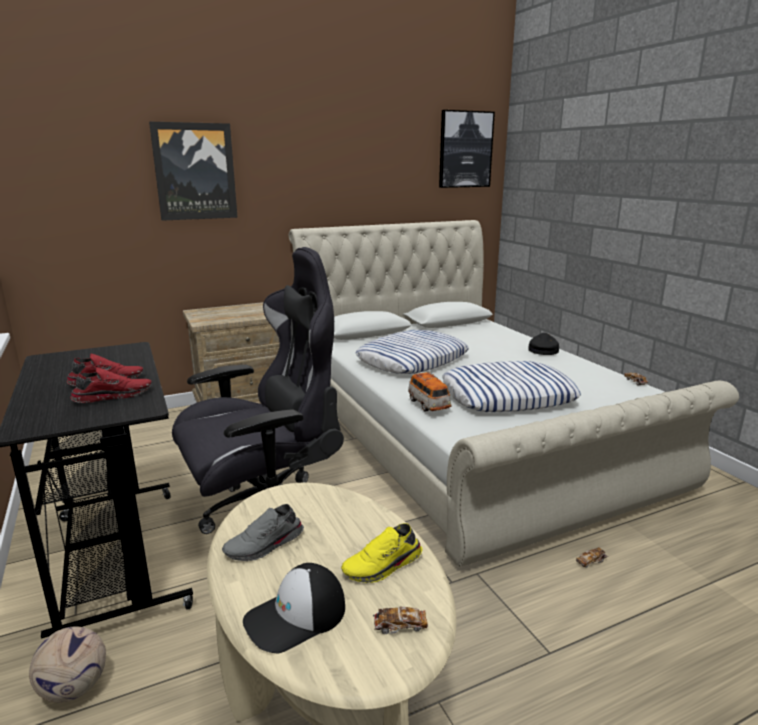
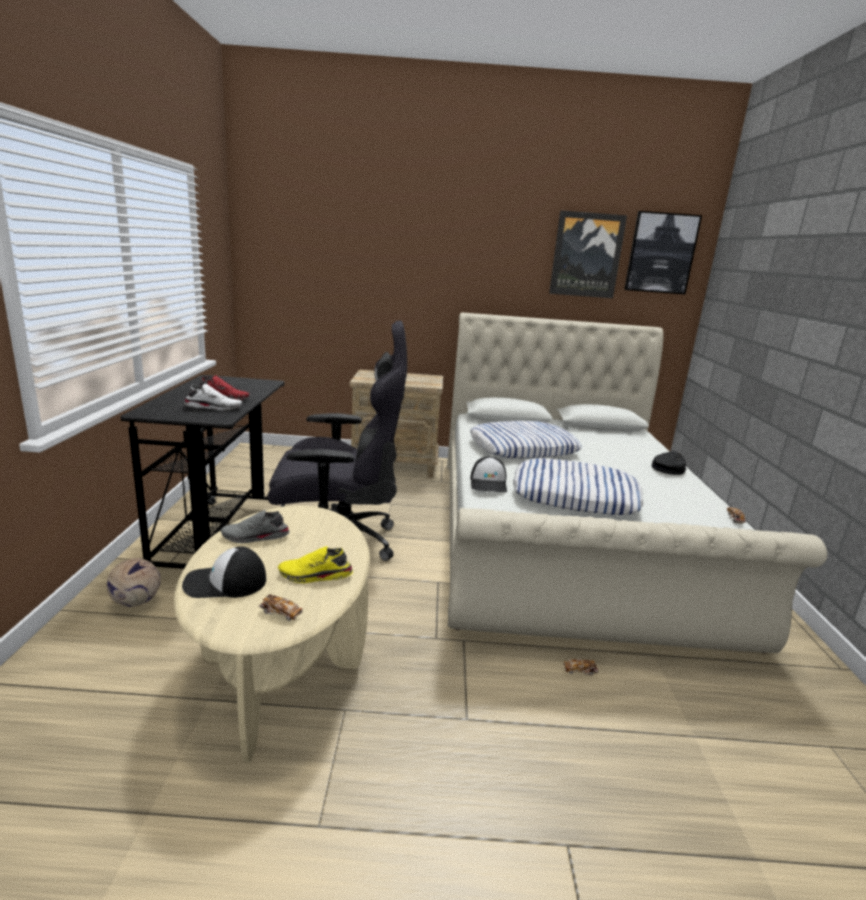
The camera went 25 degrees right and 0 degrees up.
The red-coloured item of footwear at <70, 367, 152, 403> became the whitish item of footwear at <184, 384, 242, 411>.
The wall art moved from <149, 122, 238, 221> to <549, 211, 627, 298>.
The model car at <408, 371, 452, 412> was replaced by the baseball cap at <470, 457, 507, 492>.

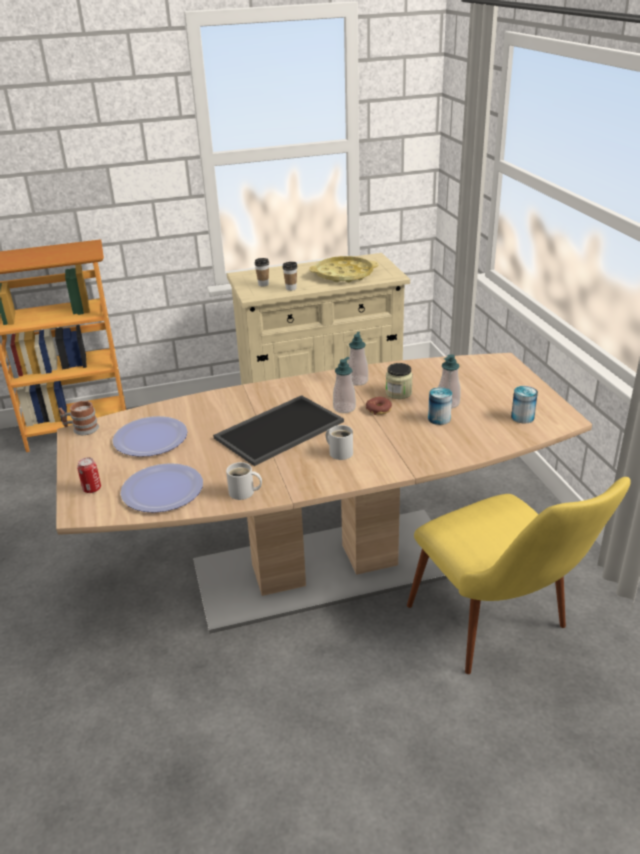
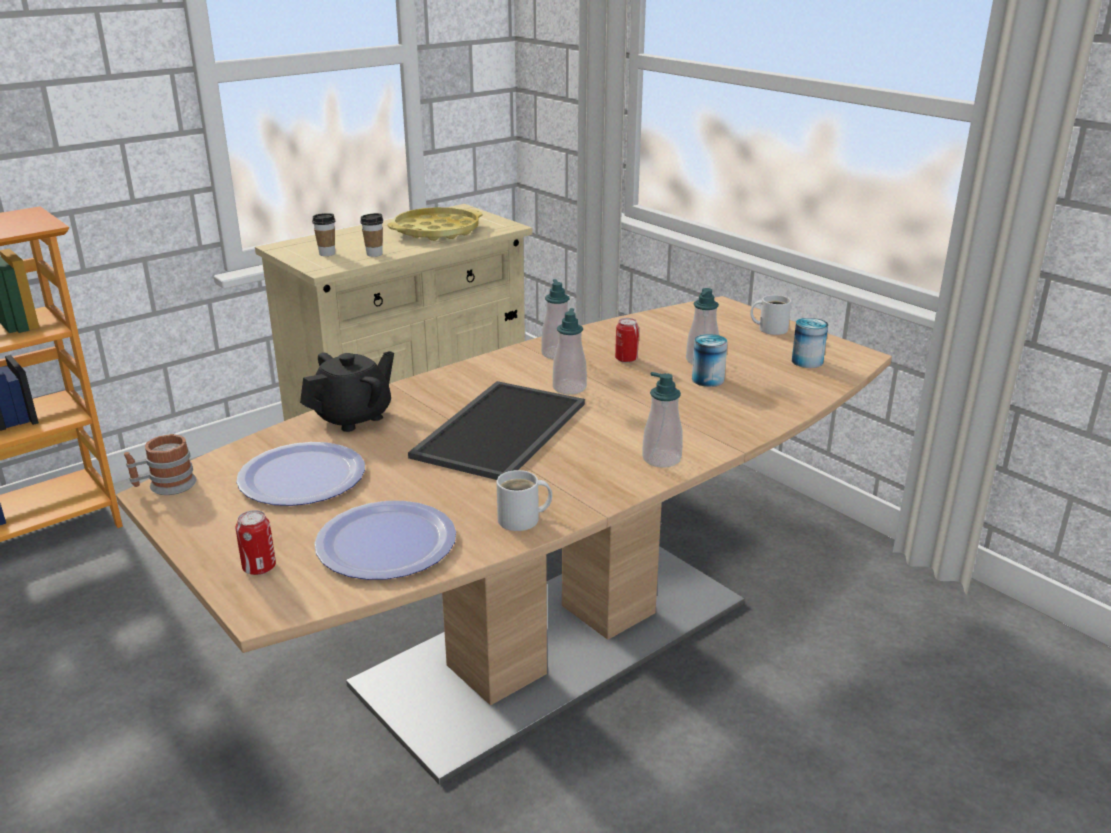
The camera went 25 degrees left and 5 degrees down.
The whitish tea mug moved from <326, 425, 353, 460> to <750, 295, 791, 335>.
The donut at <366, 397, 392, 415> disappeared.
The storage jar at <386, 363, 413, 399> was replaced by the metal can at <615, 318, 639, 363>.
The yellow-coloured plain chair at <407, 477, 631, 674> disappeared.
The black-coloured tea pot at <300, 351, 394, 432> appeared.
The liquid soap bottle at <642, 372, 683, 468> appeared.

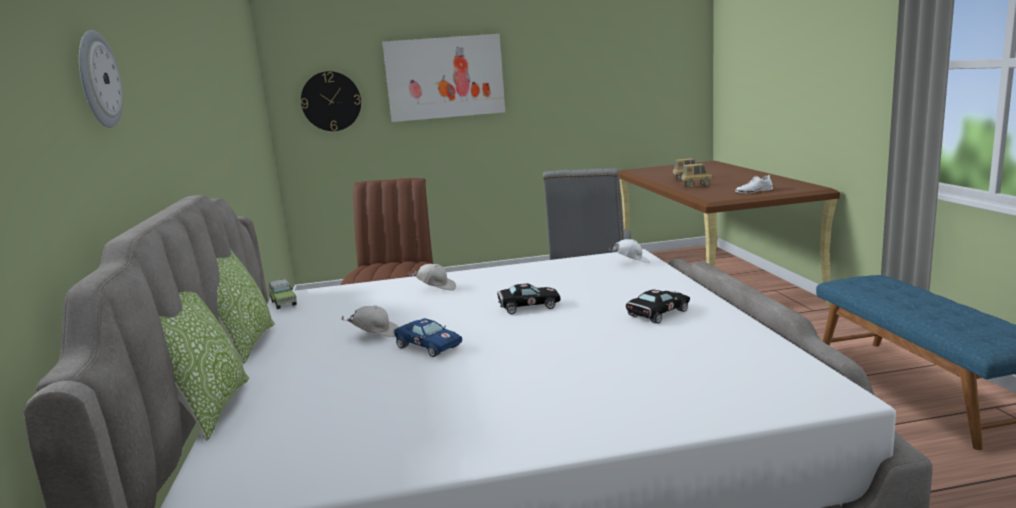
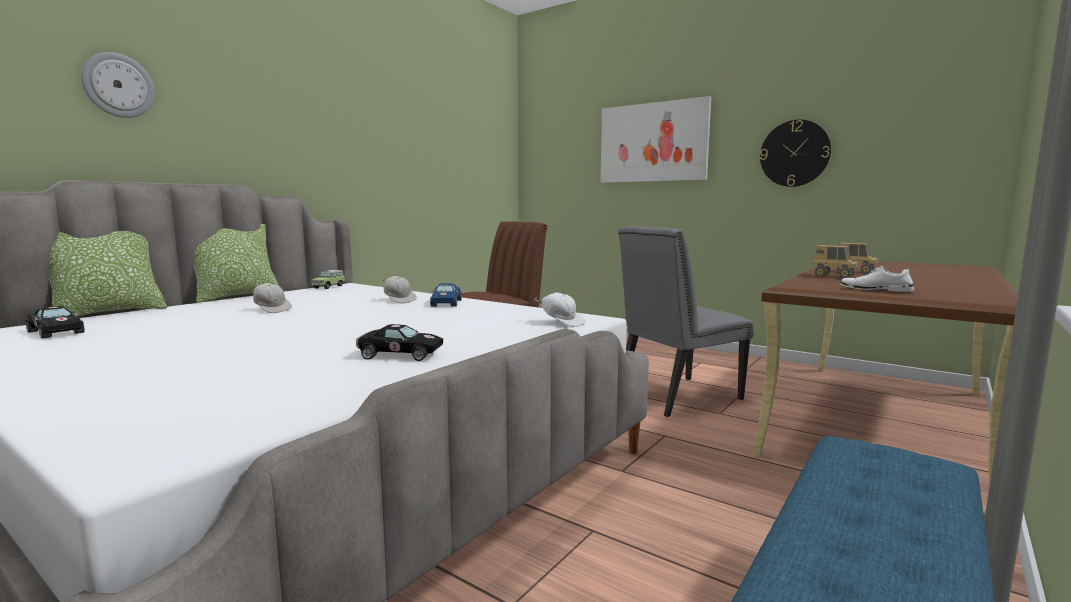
The camera went 45 degrees right and 5 degrees down.
The clock on the wall moved from <301, 71, 361, 131> to <760, 119, 831, 187>.
The blue model car moved from <394, 318, 462, 357> to <430, 283, 462, 307>.
The black-coloured model car moved from <497, 283, 560, 314> to <25, 306, 85, 339>.

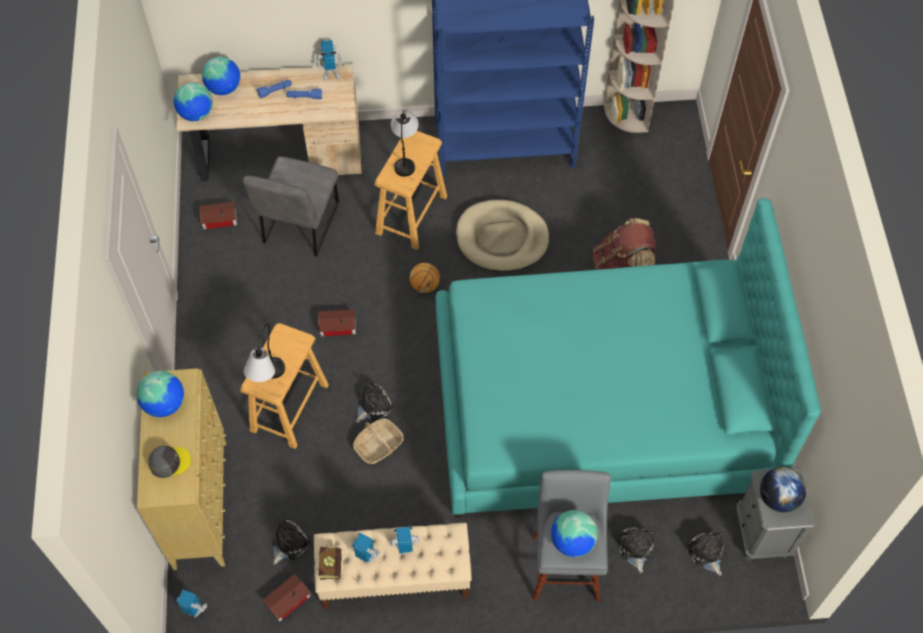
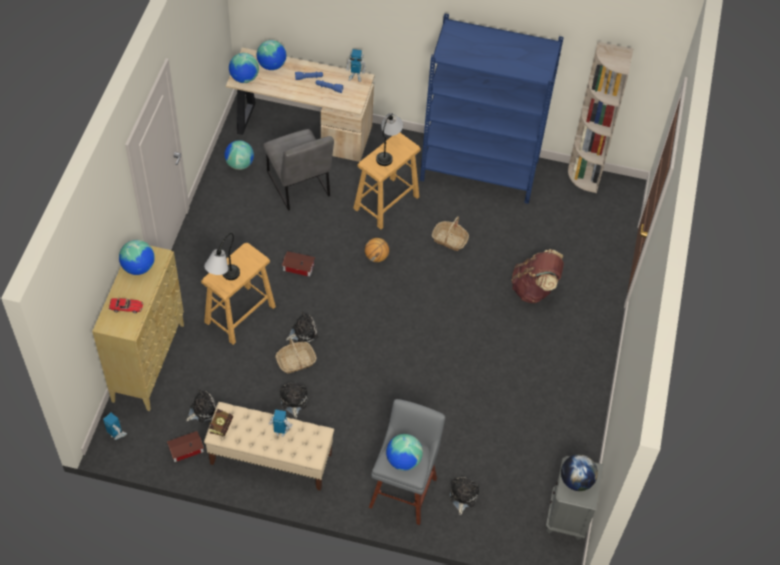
The camera went 15 degrees right and 5 degrees down.
The grey baseball cap at <148, 446, 191, 478> was replaced by the model car at <109, 298, 143, 313>.
The miniature house at <200, 201, 237, 229> was replaced by the desk globe at <224, 140, 254, 170>.
The grey plain chair at <243, 156, 339, 256> turned 60 degrees counterclockwise.
The robot figure at <351, 533, 381, 564> disappeared.
The turquoise-coloured bedroom bed at <435, 198, 821, 518> disappeared.
The sand-coloured dog bed at <456, 200, 549, 272> was replaced by the household basket at <432, 216, 469, 251>.
The plush toy moved from <687, 532, 726, 576> to <280, 383, 308, 419>.

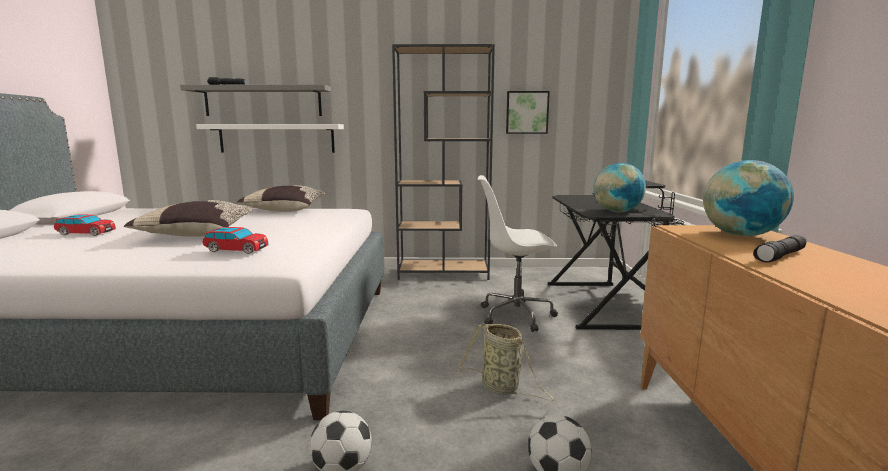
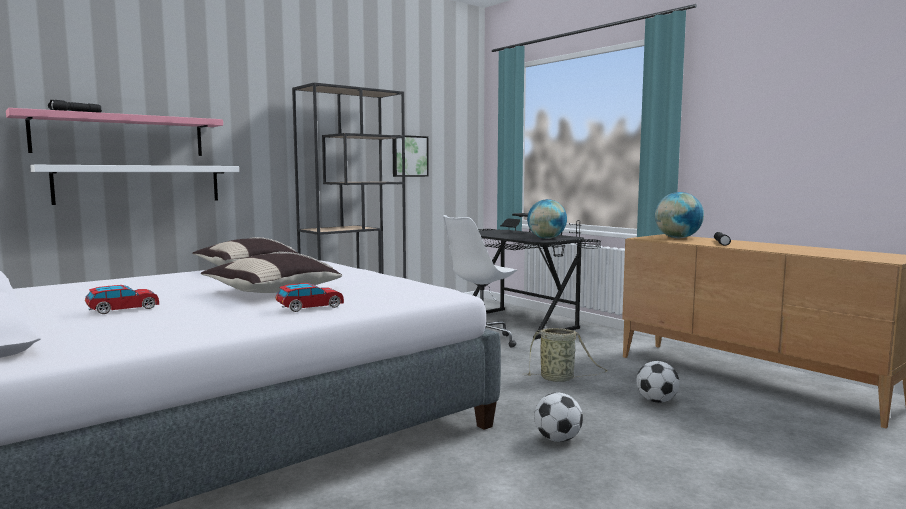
The camera went 40 degrees left and 5 degrees down.
The grey bracket shelf at <180, 85, 331, 116> became the pink-coloured bracket shelf at <6, 108, 223, 156>.
The model car moved from <202, 227, 268, 254> to <276, 283, 344, 312>.

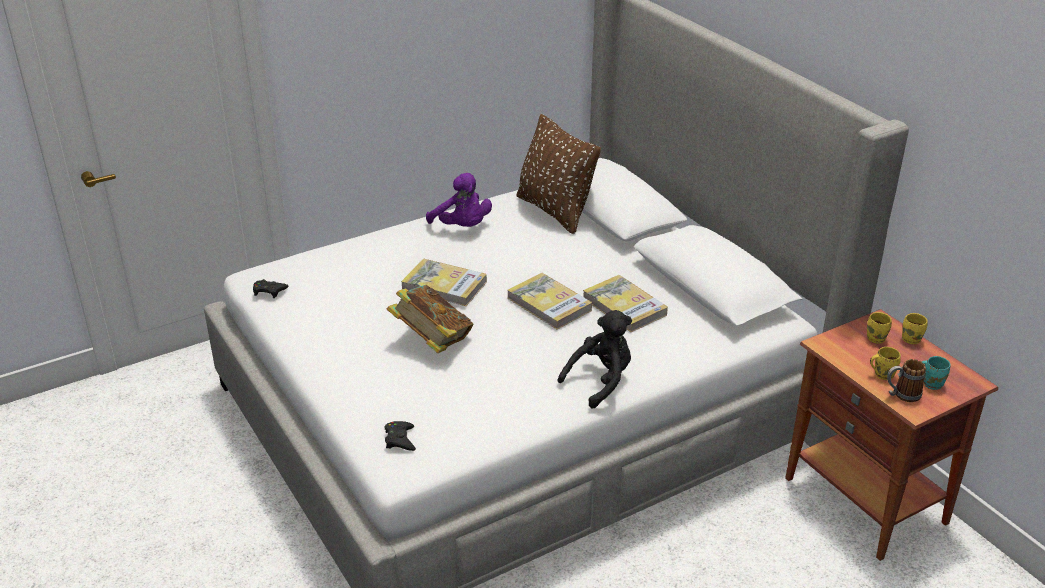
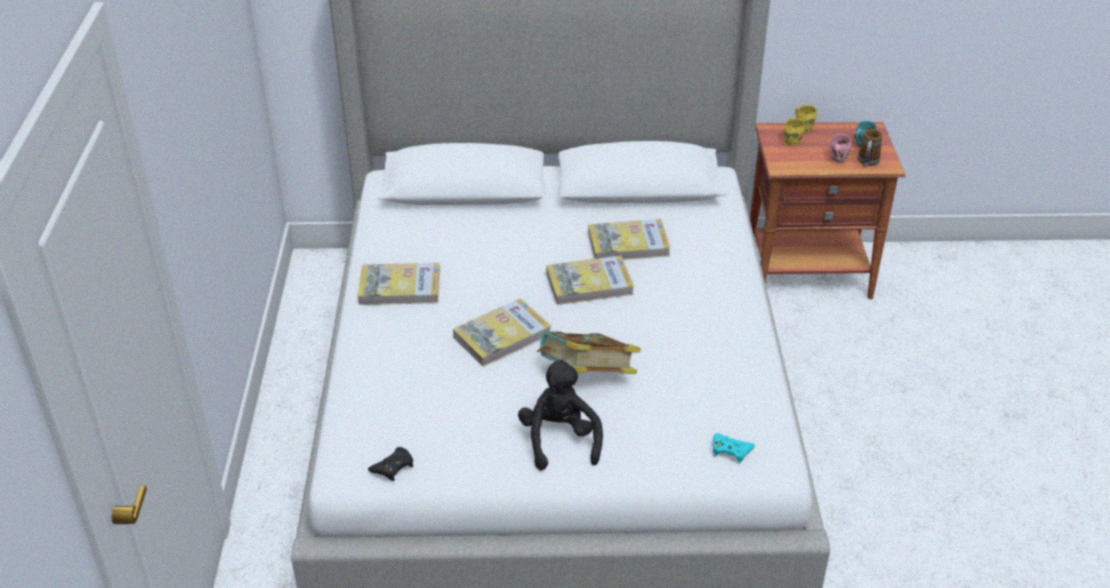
The camera went 60 degrees left and 5 degrees up.
The black-coloured joypad at <385, 421, 416, 451> became the turquoise-coloured joypad at <713, 433, 755, 464>.
The purple plush toy at <426, 173, 492, 227> was replaced by the book at <358, 263, 440, 305>.
The brown cushion at <517, 114, 601, 234> disappeared.
The black-coloured plush toy moved from <557, 310, 632, 409> to <518, 359, 603, 470>.
The yellow-coloured tea mug at <870, 347, 901, 380> became the pink-coloured tea mug at <830, 135, 851, 163>.

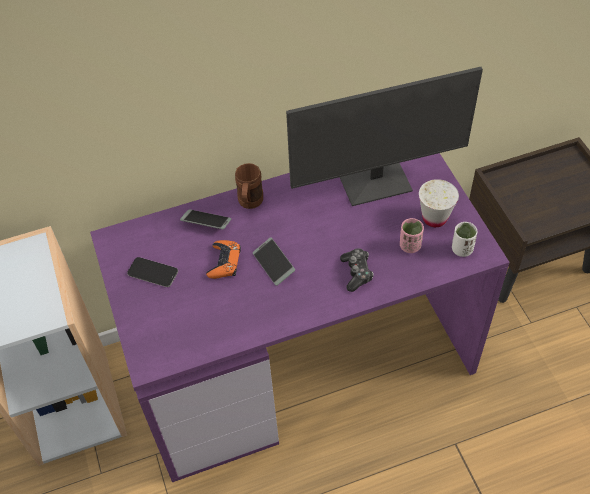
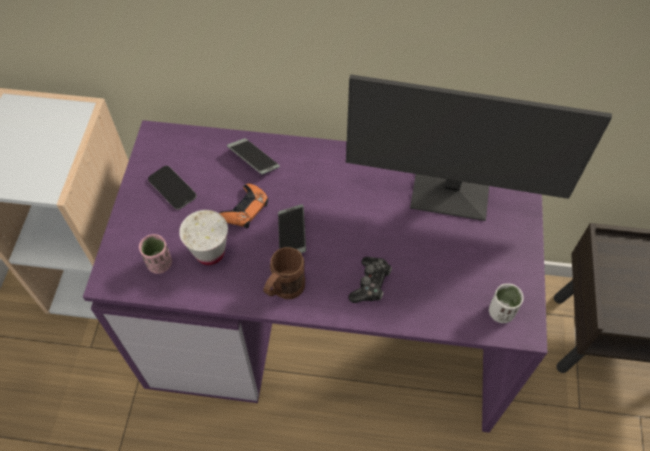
The camera went 25 degrees right and 5 degrees up.
The brown tea mug moved from <235, 163, 263, 209> to <263, 247, 305, 299>.
The pink-coloured cup moved from <400, 218, 424, 253> to <139, 234, 172, 274>.
The whitish cup moved from <419, 179, 459, 227> to <179, 210, 228, 265>.

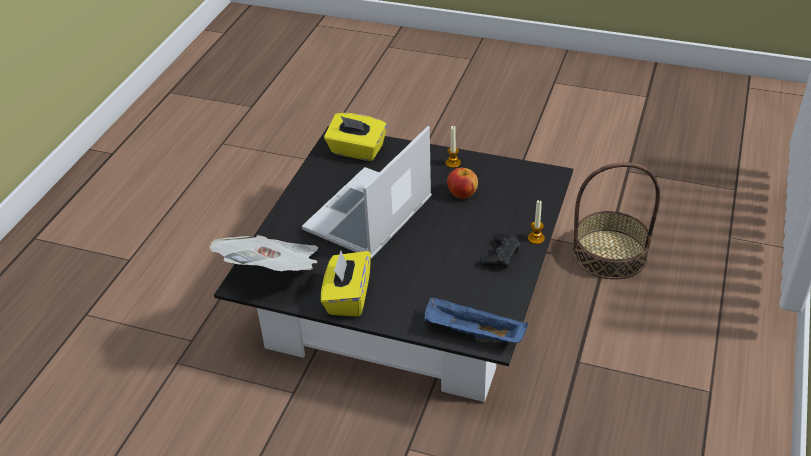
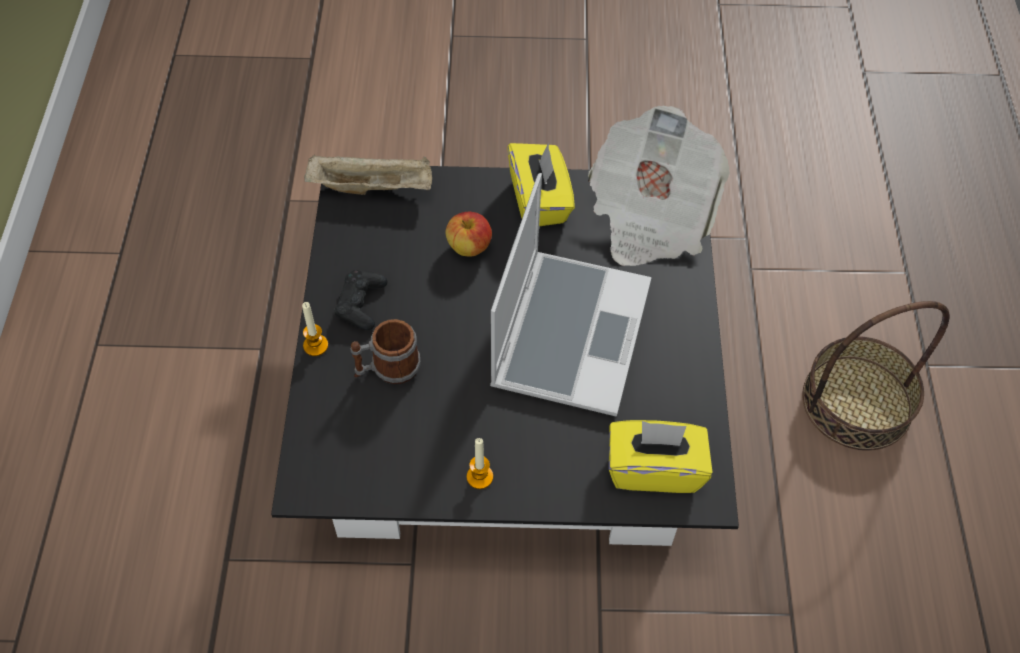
The camera went 160 degrees right and 15 degrees up.
The blue tray at <424, 297, 528, 343> became the sand-coloured tray at <304, 154, 432, 195>.
The whole apple moved from <447, 168, 478, 199> to <445, 212, 492, 257>.
The household basket moved from <573, 162, 660, 279> to <802, 301, 950, 451>.
The tea mug at <350, 319, 421, 384> appeared.

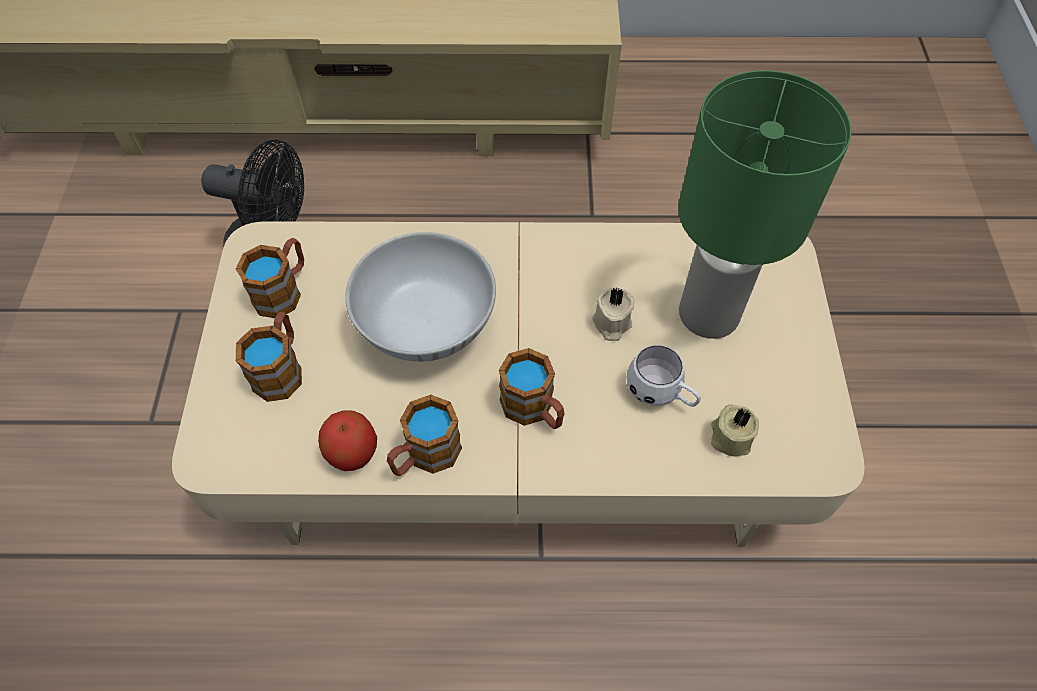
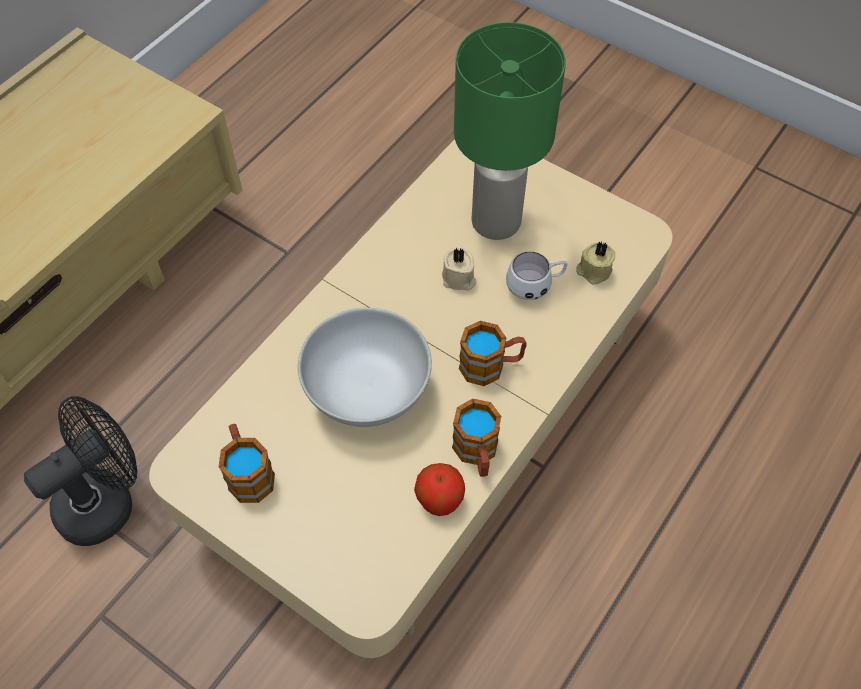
The camera went 55 degrees left and 0 degrees up.
The tea mug at <236, 312, 302, 402> disappeared.

